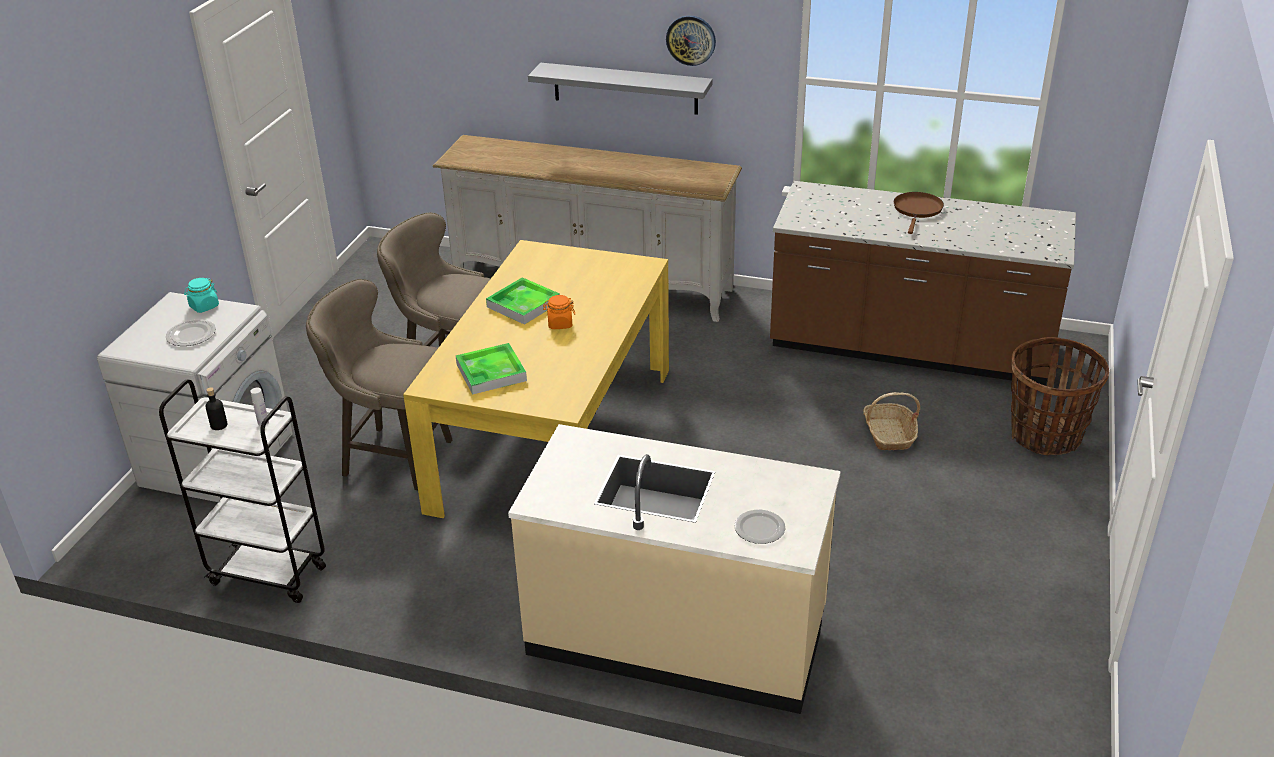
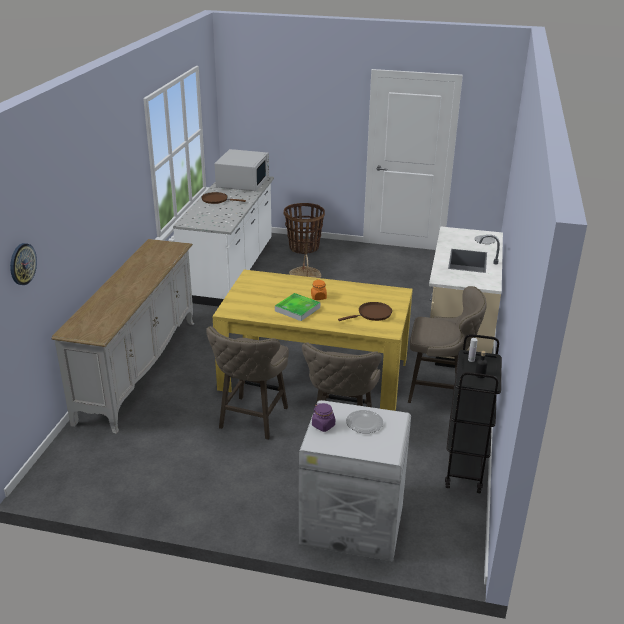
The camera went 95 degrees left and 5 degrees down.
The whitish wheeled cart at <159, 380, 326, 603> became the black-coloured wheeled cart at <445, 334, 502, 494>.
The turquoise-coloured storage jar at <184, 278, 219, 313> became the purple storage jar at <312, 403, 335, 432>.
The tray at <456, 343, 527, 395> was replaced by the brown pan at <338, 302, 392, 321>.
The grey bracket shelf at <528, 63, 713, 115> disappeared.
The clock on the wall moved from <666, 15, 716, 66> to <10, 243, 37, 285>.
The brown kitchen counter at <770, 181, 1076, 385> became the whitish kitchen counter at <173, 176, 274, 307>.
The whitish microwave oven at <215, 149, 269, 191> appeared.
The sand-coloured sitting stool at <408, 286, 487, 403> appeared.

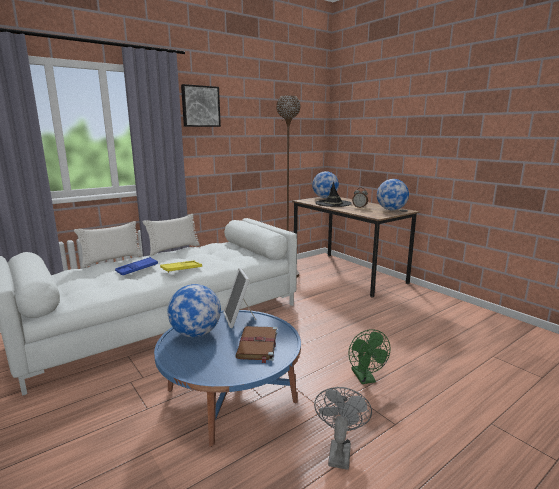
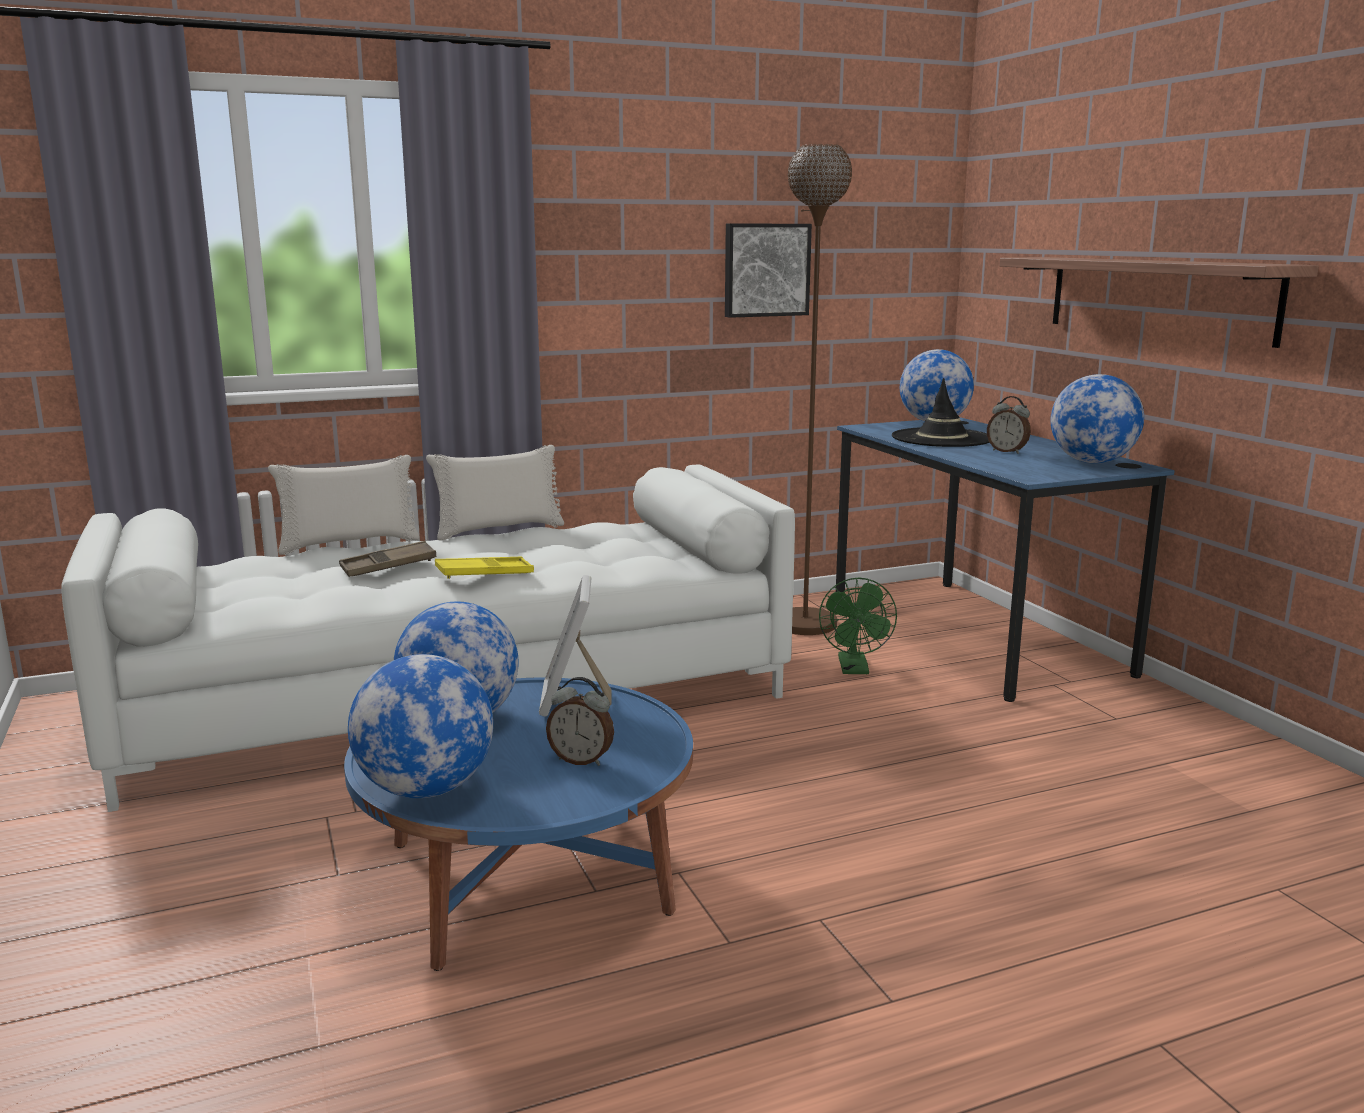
The camera went 15 degrees right and 0 degrees up.
The blue tray at <115, 257, 158, 275> became the brown tray at <339, 541, 437, 577>.
The wall art moved from <181, 84, 221, 127> to <725, 223, 812, 318>.
The brown book at <235, 326, 277, 363> was replaced by the bedside clock at <546, 677, 614, 766>.
The brown desk at <292, 197, 419, 298> became the blue desk at <836, 417, 1175, 702>.
The grey cooling fan at <314, 387, 372, 470> disappeared.
The greenish cooling fan moved from <349, 329, 391, 384> to <819, 577, 897, 674>.
The desk globe at <348, 654, 493, 798> appeared.
The bracket shelf at <1000, 257, 1319, 348> appeared.

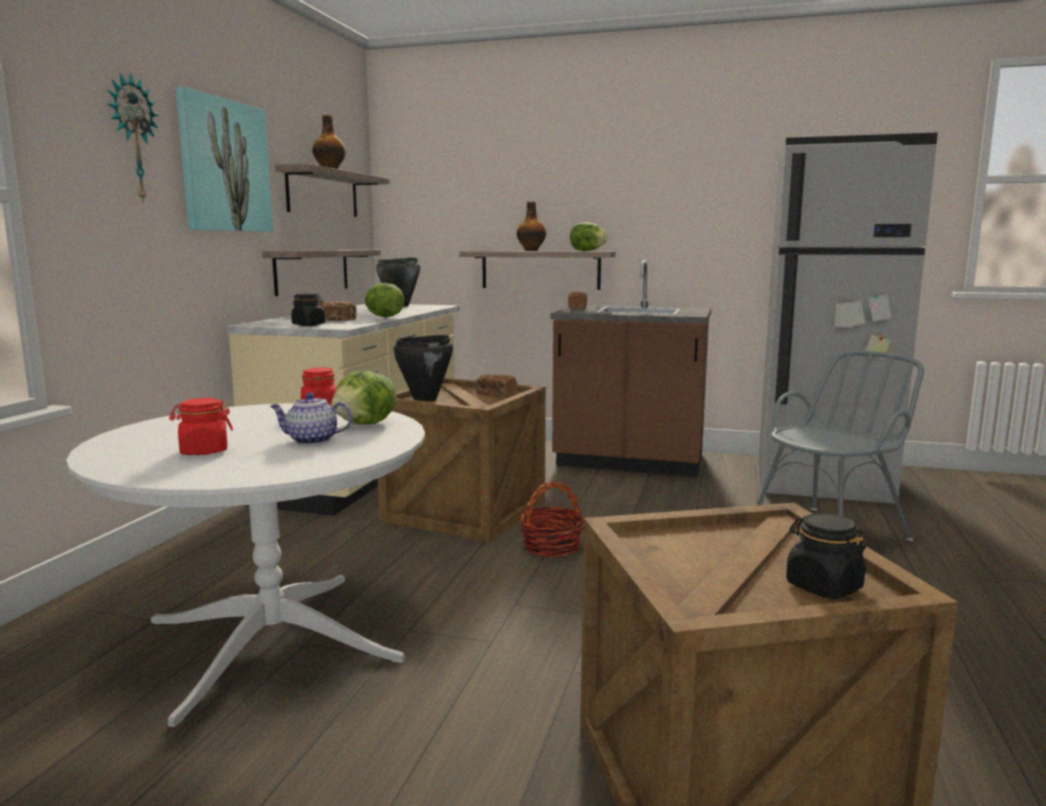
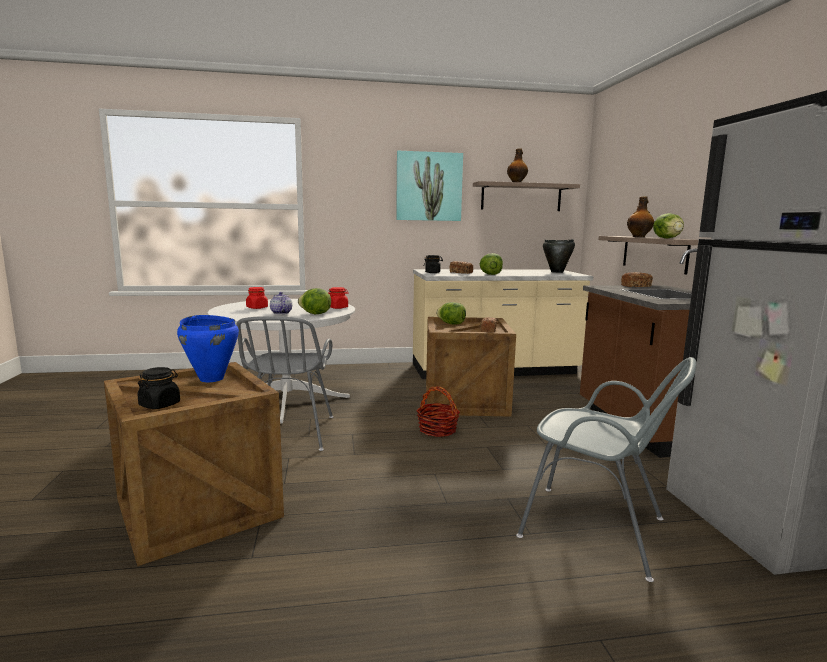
The camera went 65 degrees right and 0 degrees up.
The clock on the wall at <107, 73, 159, 203> disappeared.
The bracket shelf at <262, 250, 381, 296> disappeared.
The black-coloured stockpot at <393, 335, 453, 402> was replaced by the lettuce at <436, 302, 466, 325>.
The blue stockpot at <177, 315, 239, 382> appeared.
The grey plain chair at <236, 316, 333, 451> appeared.

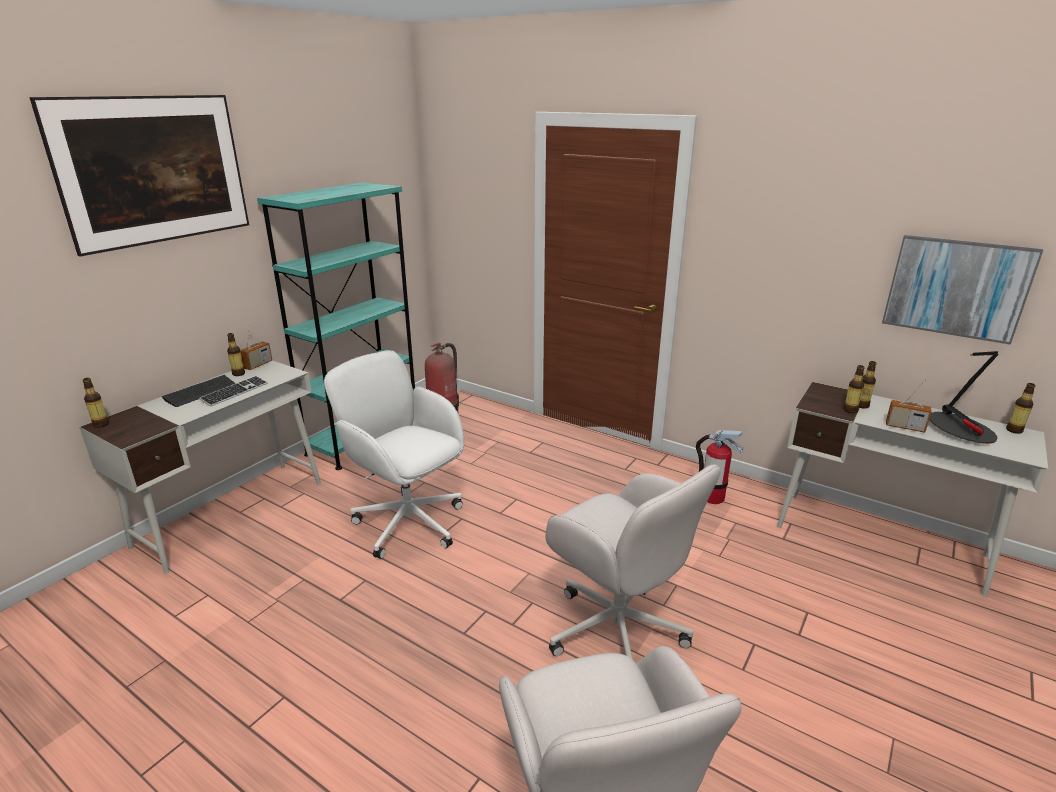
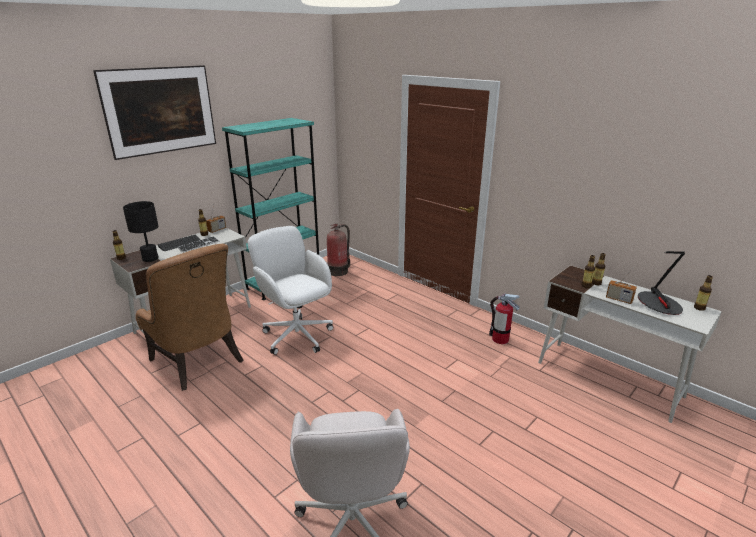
The camera went 10 degrees right and 0 degrees up.
The whitish computer chair at <546, 464, 720, 659> disappeared.
The wall art at <882, 235, 1043, 345> disappeared.
The black-coloured tabletop lamp at <123, 201, 159, 262> appeared.
The brown plain chair at <136, 244, 244, 391> appeared.

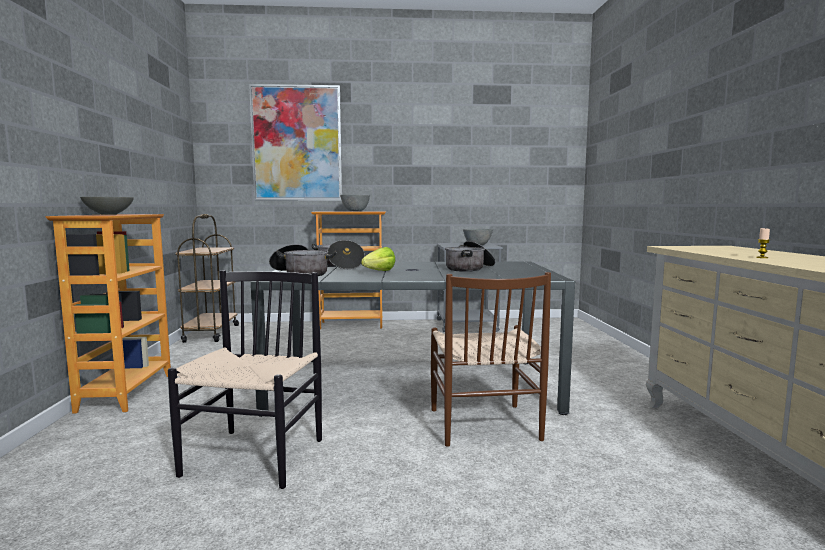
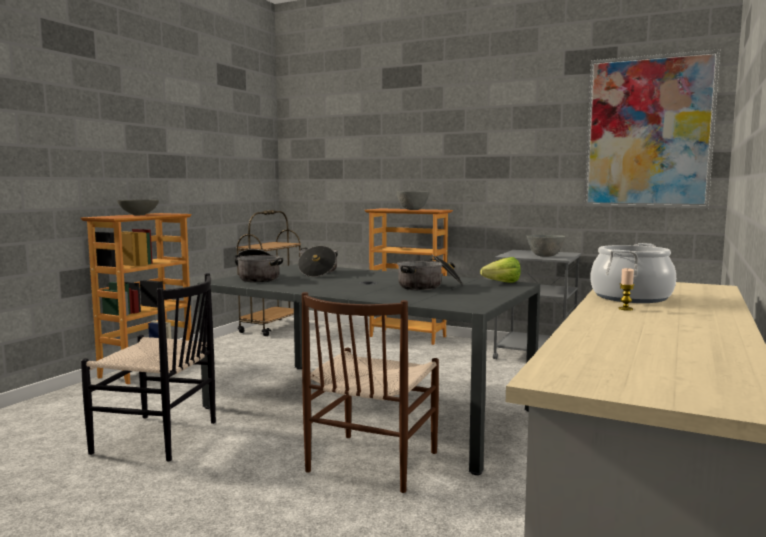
The camera went 30 degrees right and 0 degrees up.
The black-coloured plain chair at <168, 270, 322, 489> turned 60 degrees clockwise.
The wall art moved from <249, 84, 342, 201> to <584, 49, 720, 208>.
The lettuce moved from <361, 247, 395, 271> to <480, 257, 521, 283>.
The stockpot at <591, 243, 676, 303> appeared.

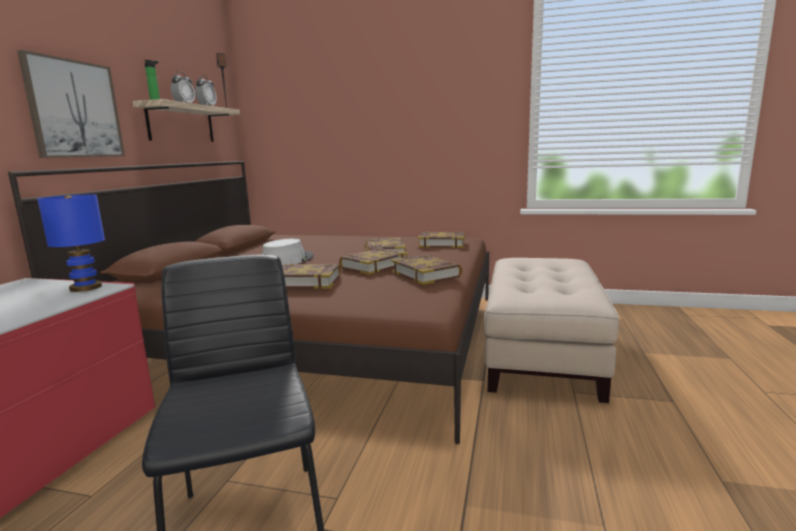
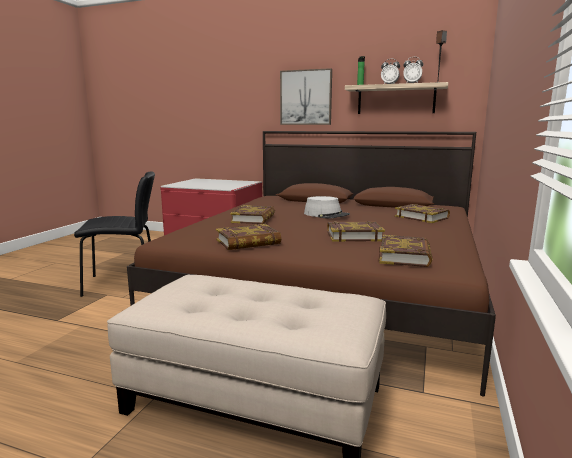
The camera went 95 degrees right and 0 degrees up.
The blue tabletop lamp at <37, 195, 105, 292> disappeared.
The book moved from <339, 248, 408, 275> to <395, 204, 450, 223>.

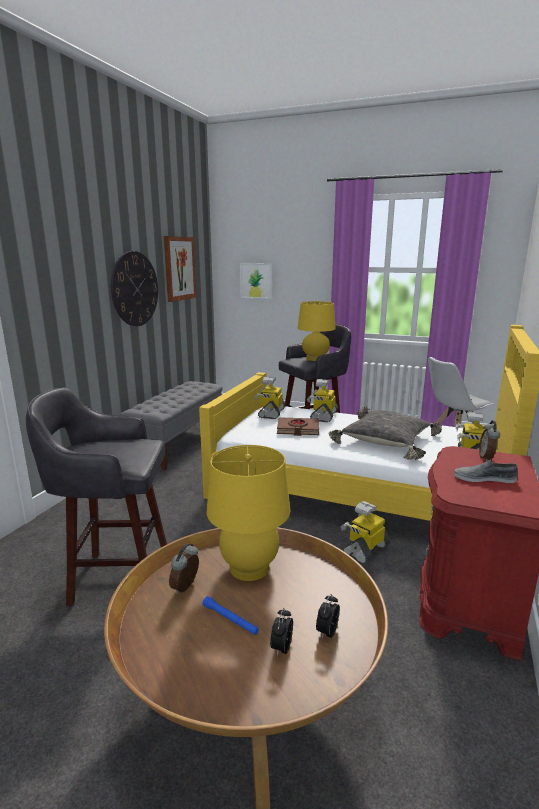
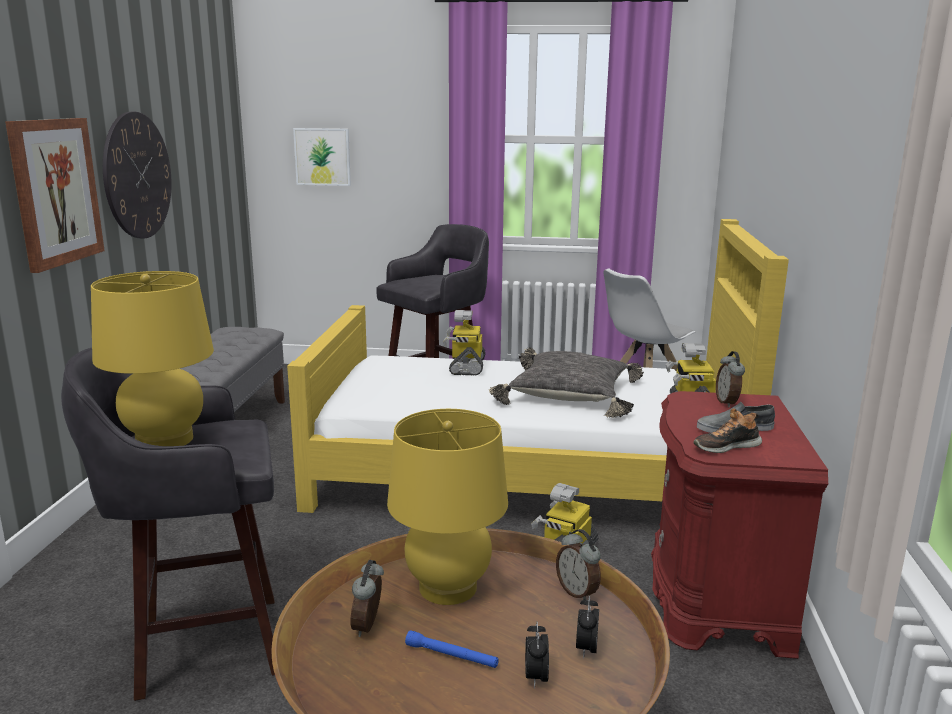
The camera went 15 degrees left and 0 degrees up.
The wall art moved from <164, 236, 197, 302> to <5, 118, 105, 273>.
The robot figure at <254, 377, 286, 419> disappeared.
The brown book at <277, 417, 319, 436> disappeared.
The yellow-coloured tabletop lamp moved from <298, 300, 336, 361> to <91, 271, 214, 446>.
The bedside clock at <556, 529, 601, 600> appeared.
The item of footwear at <693, 408, 762, 453> appeared.

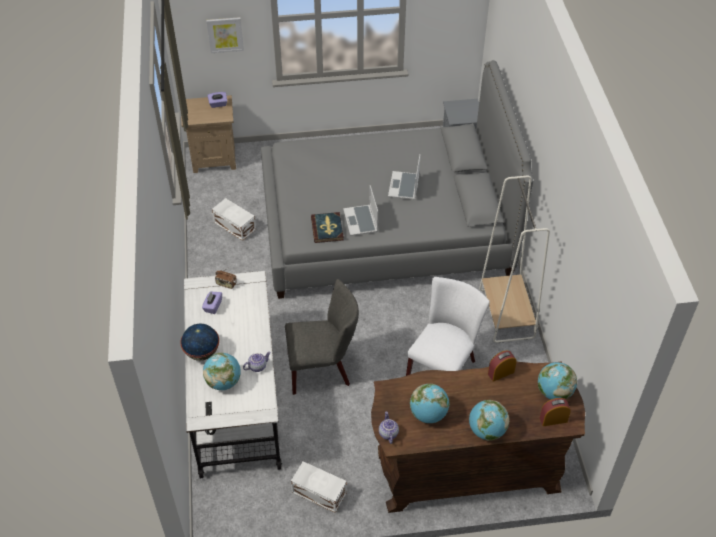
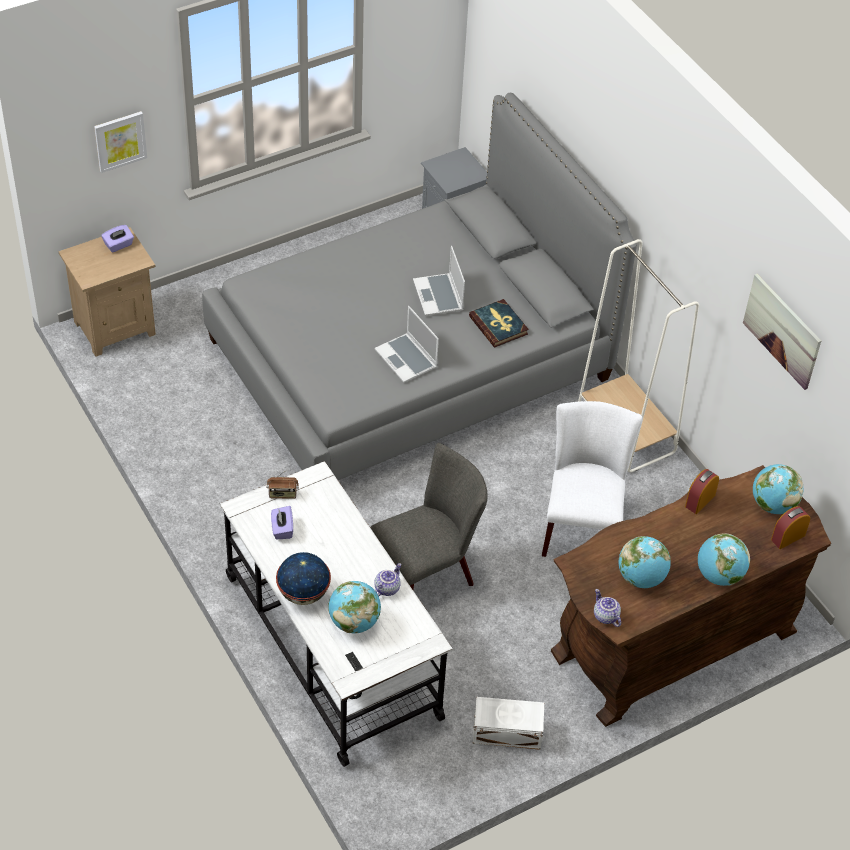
The camera went 25 degrees left and 0 degrees up.
The whitish storage bin at <212, 198, 256, 241> disappeared.
The book moved from <311, 212, 343, 243> to <469, 299, 529, 347>.
The wall art at <743, 274, 821, 390> appeared.

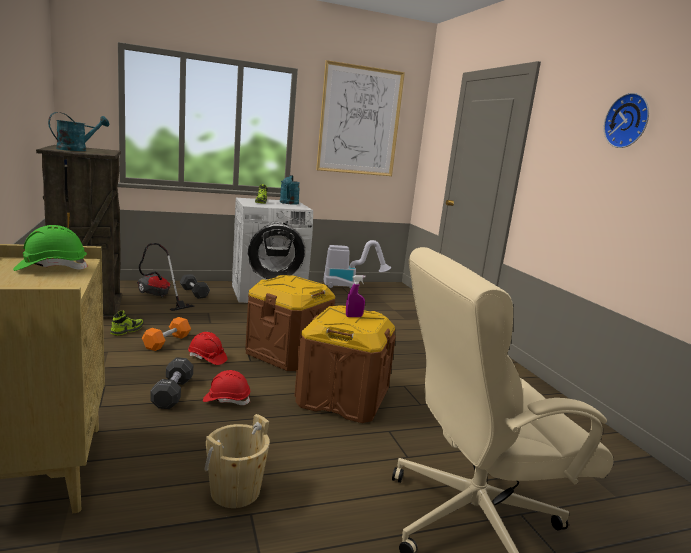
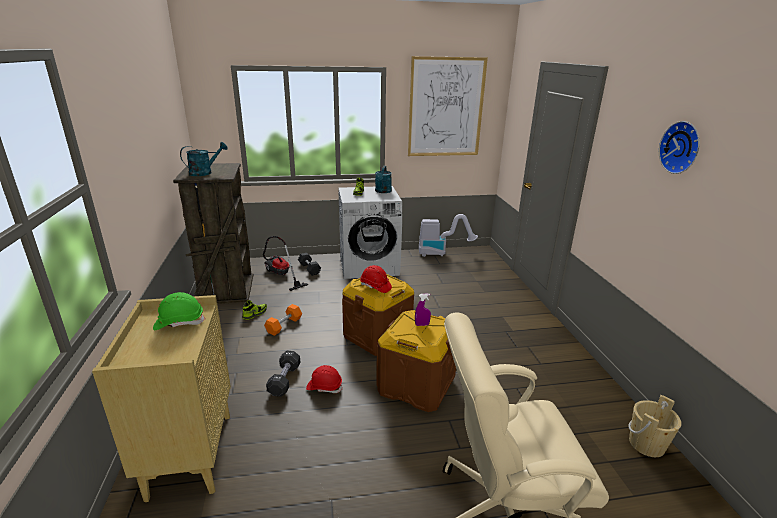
The camera went 10 degrees right and 10 degrees up.
The red-coloured hard hat moved from <188, 332, 227, 365> to <360, 265, 392, 293>.
The sand-coloured bucket moved from <205, 414, 270, 508> to <628, 395, 682, 457>.

